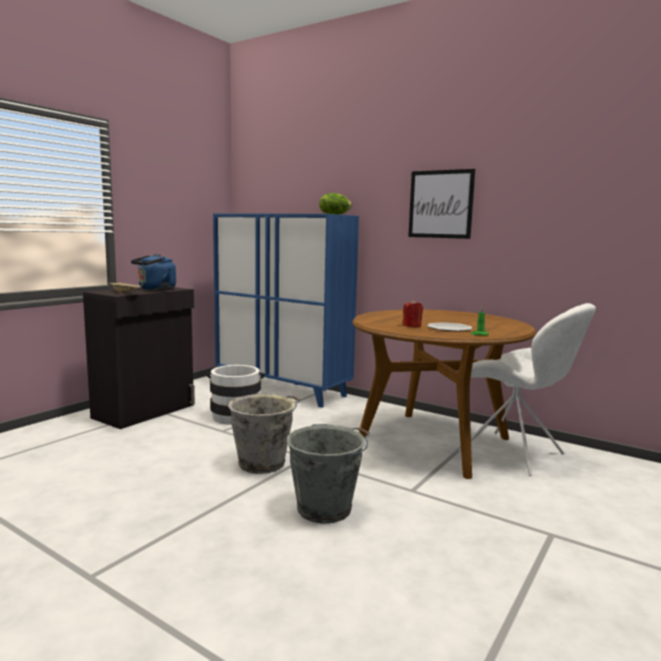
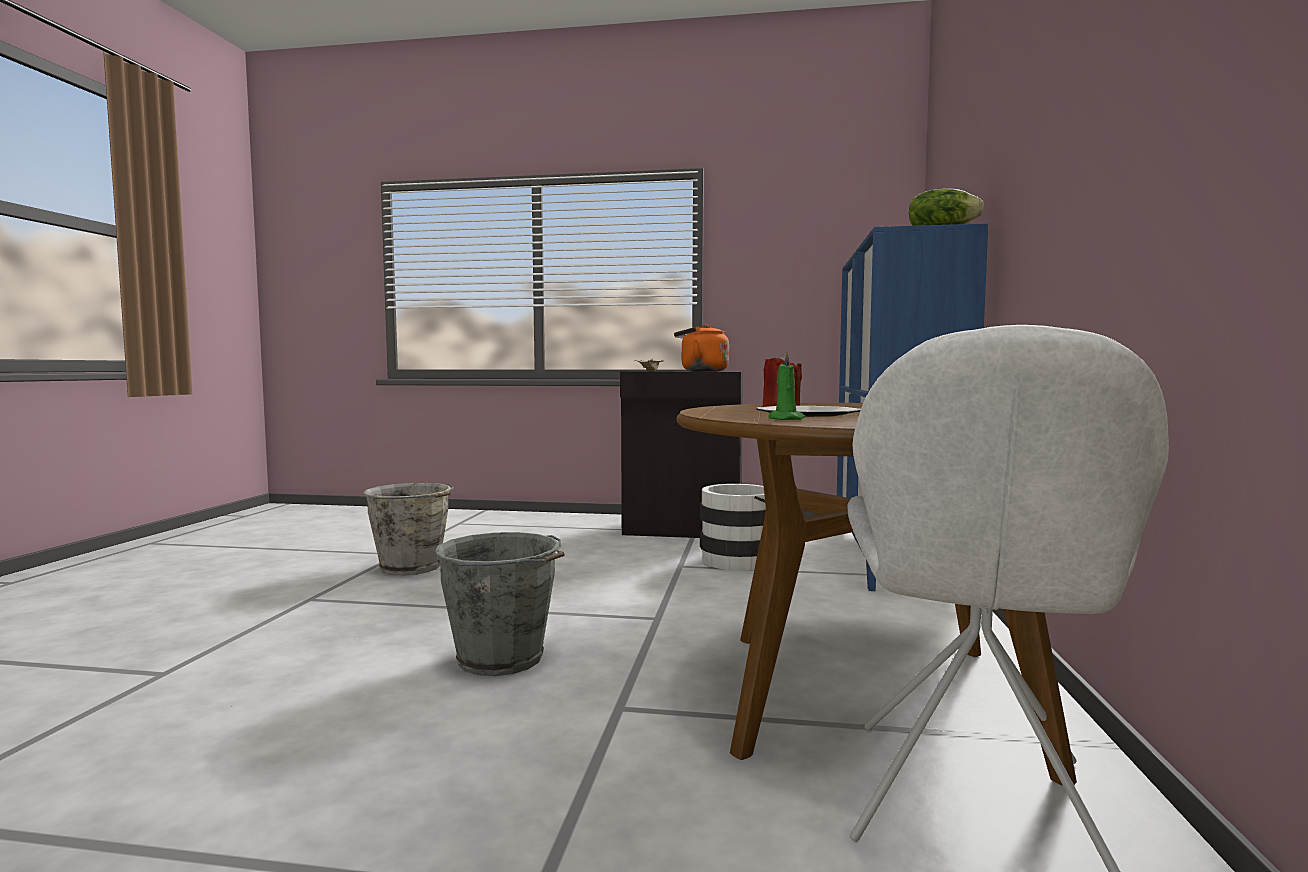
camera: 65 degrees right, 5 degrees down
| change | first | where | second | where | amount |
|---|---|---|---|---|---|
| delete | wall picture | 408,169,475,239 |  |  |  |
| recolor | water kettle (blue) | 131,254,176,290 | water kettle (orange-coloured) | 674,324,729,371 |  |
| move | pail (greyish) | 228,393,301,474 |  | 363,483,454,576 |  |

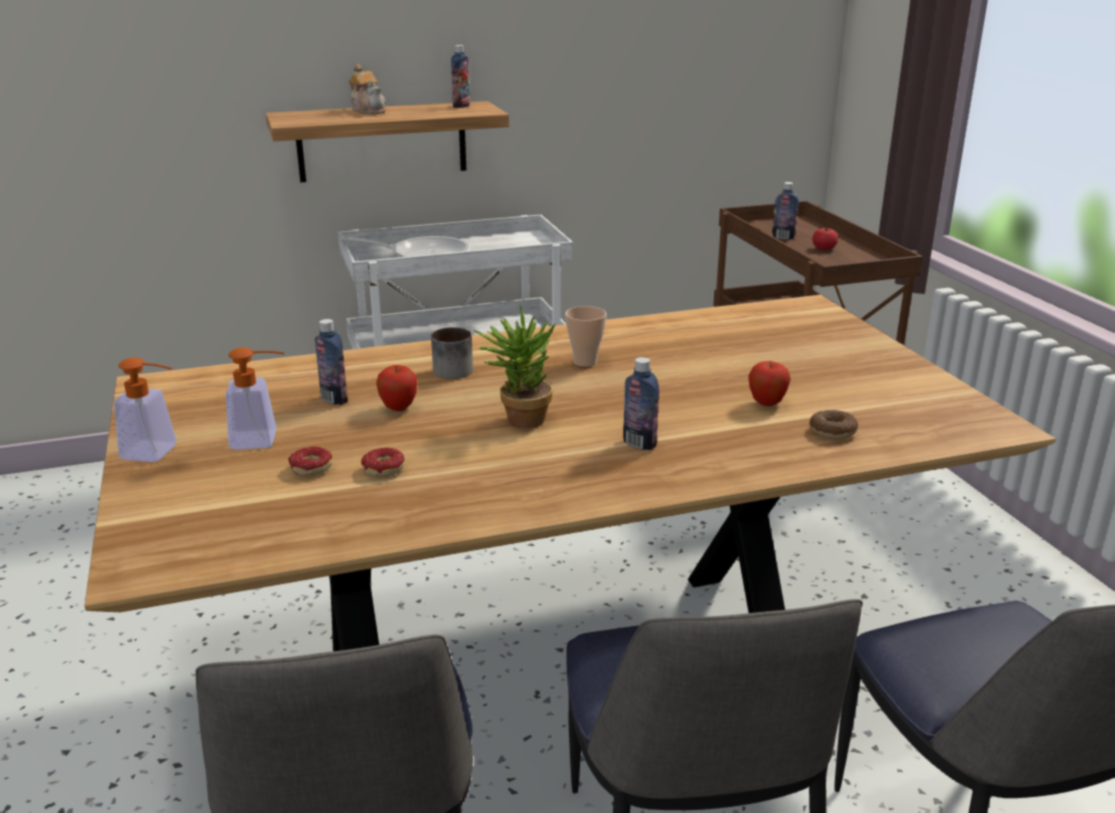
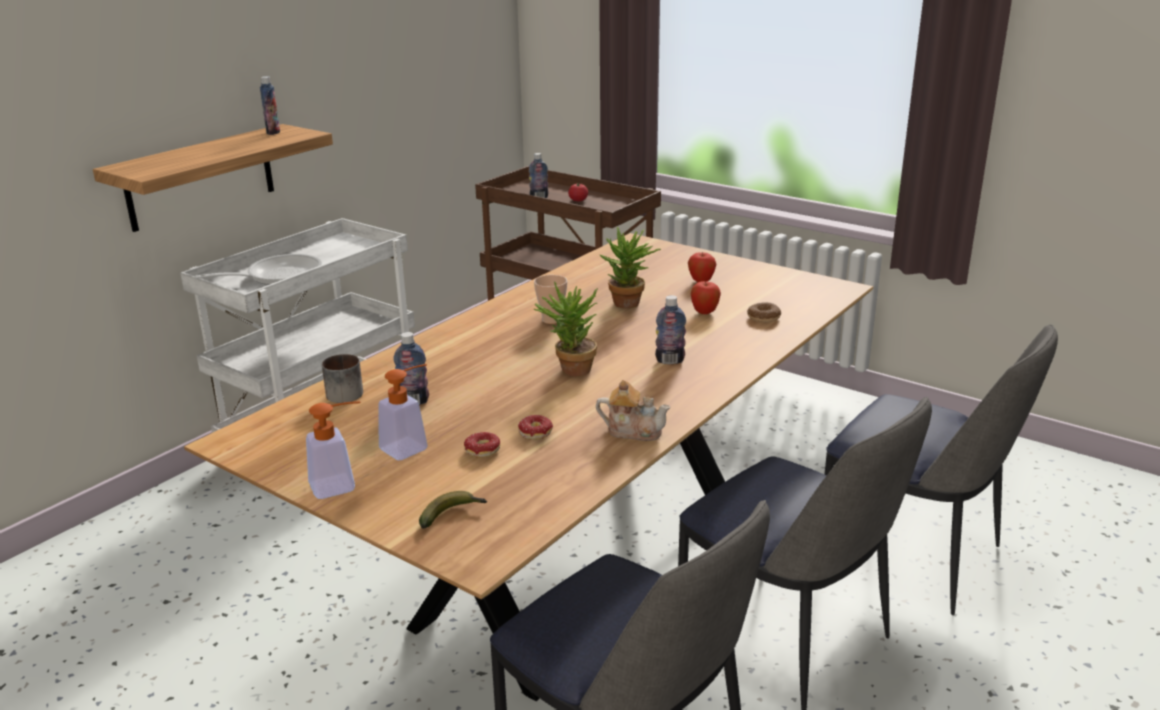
camera: 35 degrees left, 0 degrees up
| change | first | where | second | where | amount |
|---|---|---|---|---|---|
| move | teapot | 348,64,386,115 |  | 596,380,671,441 |  |
| move | mug | 431,327,473,379 |  | 322,354,363,403 |  |
| move | apple fruit | 376,365,417,411 |  | 688,252,716,282 |  |
| insert |  |  | houseplant | 599,227,661,309 |  |
| insert |  |  | banana fruit | 419,491,487,529 |  |

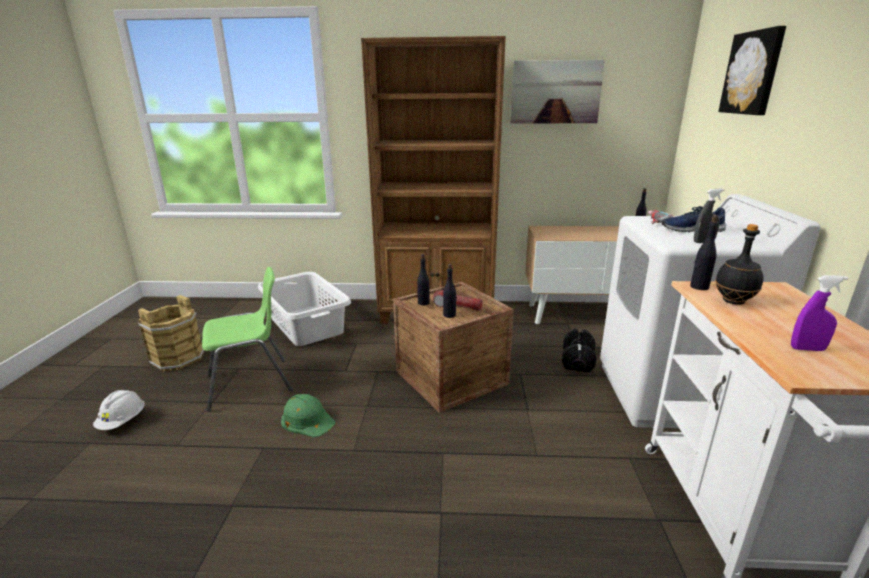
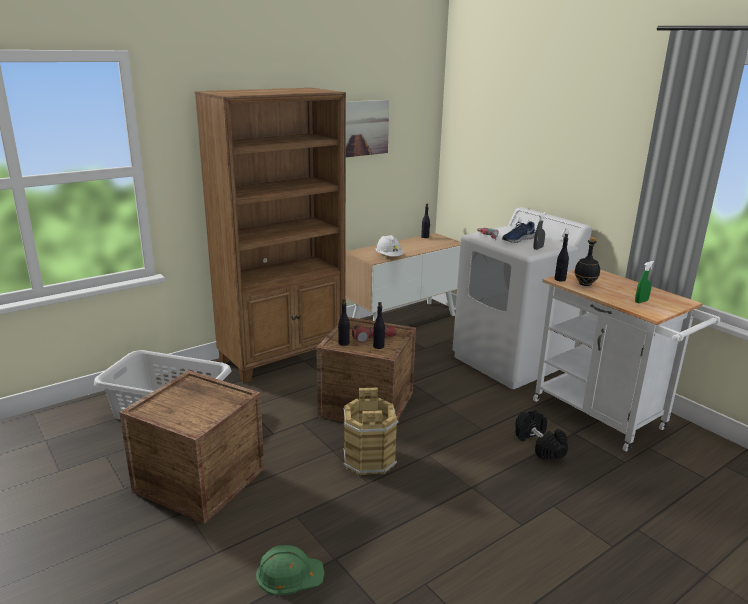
camera: 40 degrees left, 0 degrees up
| change | first | where | second | where | amount |
|---|---|---|---|---|---|
| delete | wall picture | 718,26,786,115 |  |  |  |
| replace | chair (green) | 202,267,293,412 | crate | 119,370,265,524 |  |
| recolor | hand sprayer (purple) | 791,275,848,351 | hand sprayer (green) | 635,261,654,303 |  |
| move | pail (brown) | 138,295,205,371 |  | 343,388,399,476 |  |
| move | hand weight (black) | 562,328,596,372 |  | 515,410,568,460 |  |
| move | hard hat (white) | 93,390,145,430 |  | 375,235,403,256 |  |
| move | hard hat (green) | 281,394,335,437 |  | 256,545,325,596 |  |

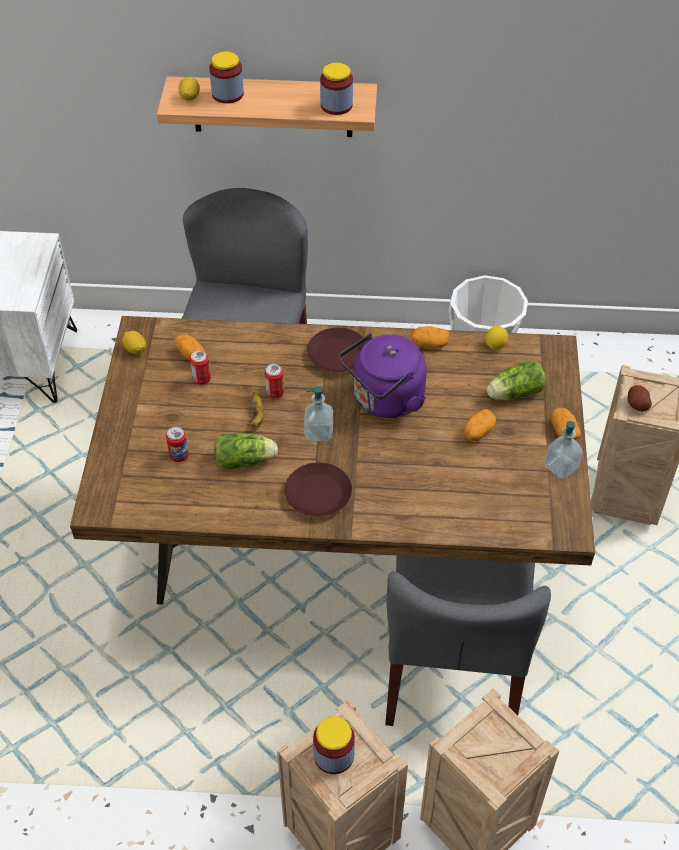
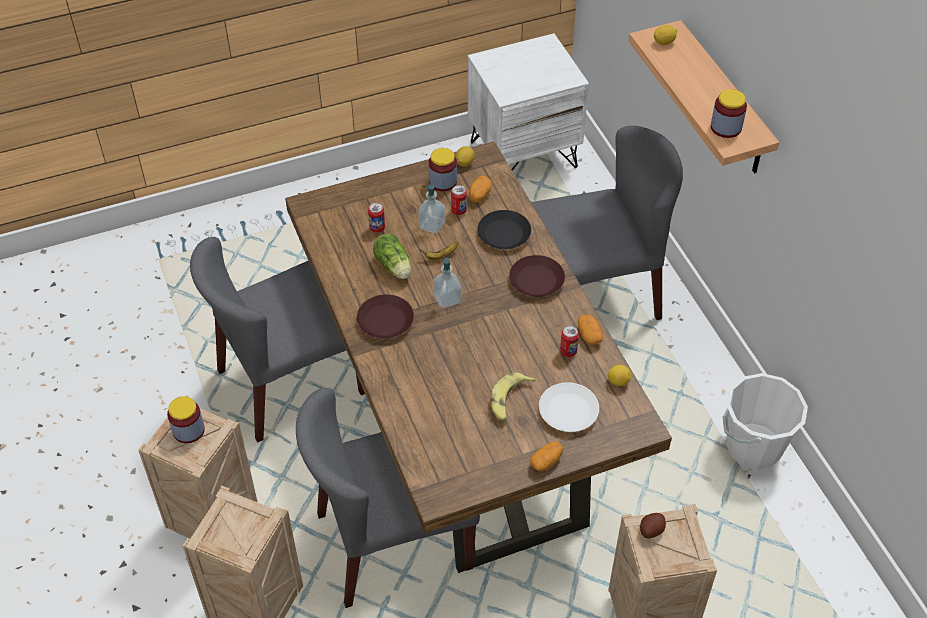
camera: 65 degrees right, 0 degrees up
| change | first | where | second | where | amount |
|---|---|---|---|---|---|
| move | preserve jar | 209,52,244,104 |  | 428,148,457,191 |  |
| delete | water kettle (purple) | 339,333,427,418 |  |  |  |
| replace | head of lettuce | 487,361,546,400 | dinner plate (white) | 539,382,599,432 |  |
| move | metal can | 264,364,284,399 |  | 560,326,579,357 |  |
| replace | spud | 464,409,496,441 | banana fruit | 491,373,535,423 |  |
| move | soap dispenser | 544,421,583,479 |  | 418,184,445,233 |  |
| insert |  |  | dinner plate (black) | 477,210,531,249 |  |
| insert |  |  | chair (greyish) | 190,237,365,442 |  |

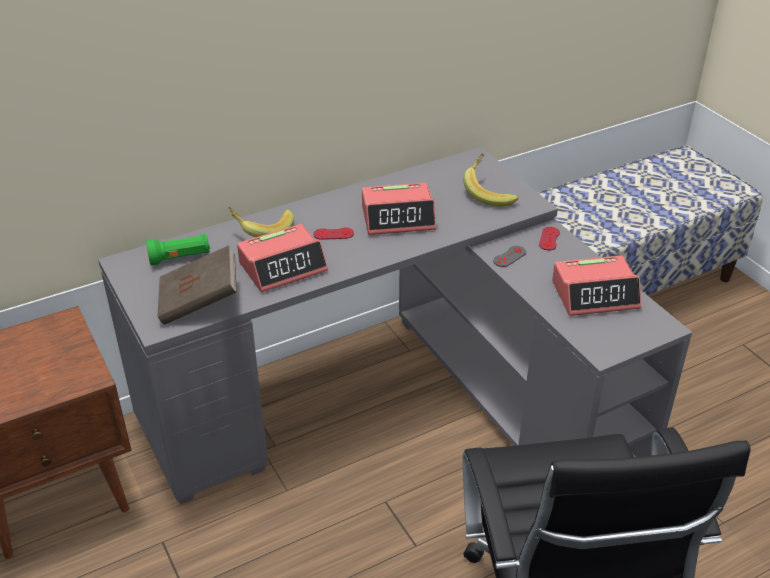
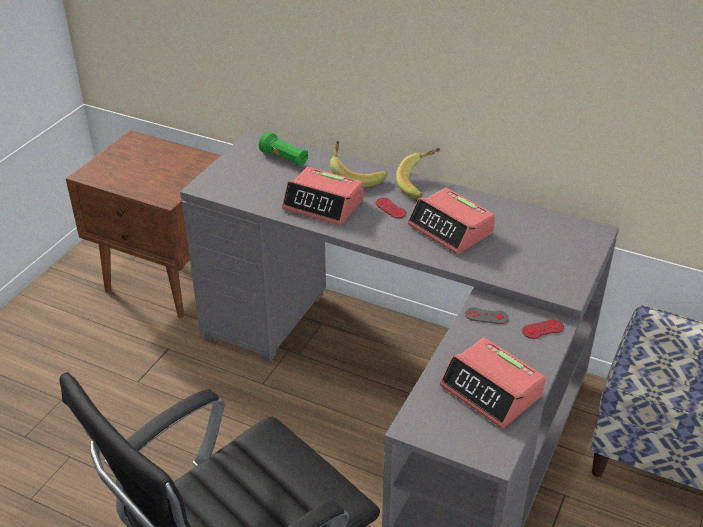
camera: 55 degrees right, 0 degrees up
| change | first | where | second | where | amount |
|---|---|---|---|---|---|
| move | banana fruit | 463,153,519,207 |  | 396,148,440,199 |  |
| delete | bound book (brown) | 157,245,237,325 |  |  |  |

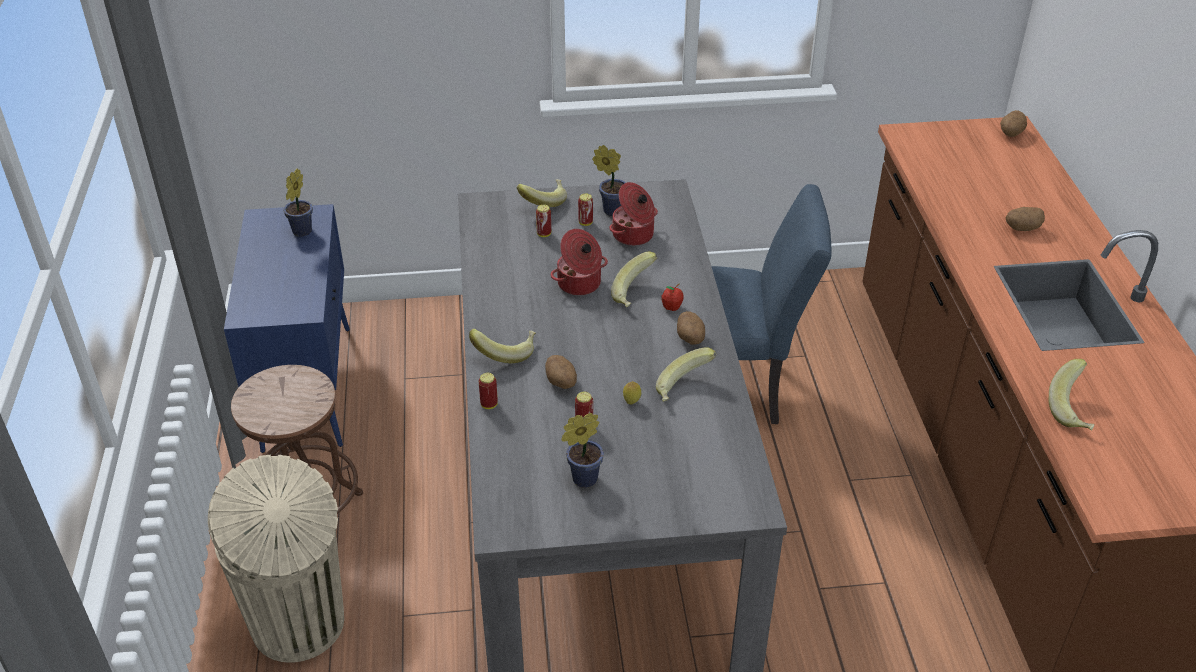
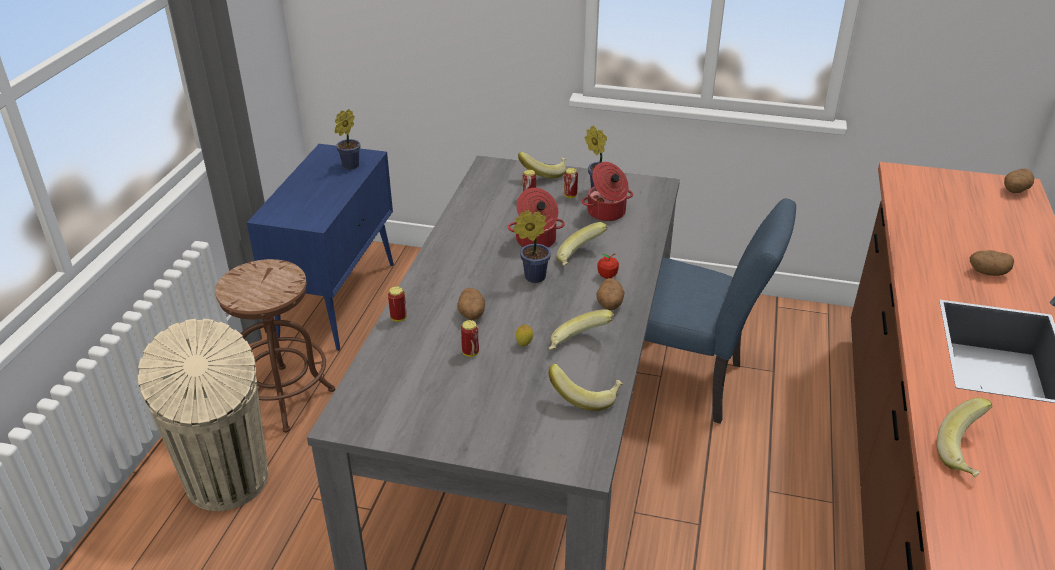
camera: 20 degrees right, 5 degrees down
| change | first | where | second | where | amount |
|---|---|---|---|---|---|
| move | banana fruit | 469,329,536,363 |  | 548,364,623,411 |  |
| move | houseplant | 562,413,604,488 |  | 513,210,551,283 |  |

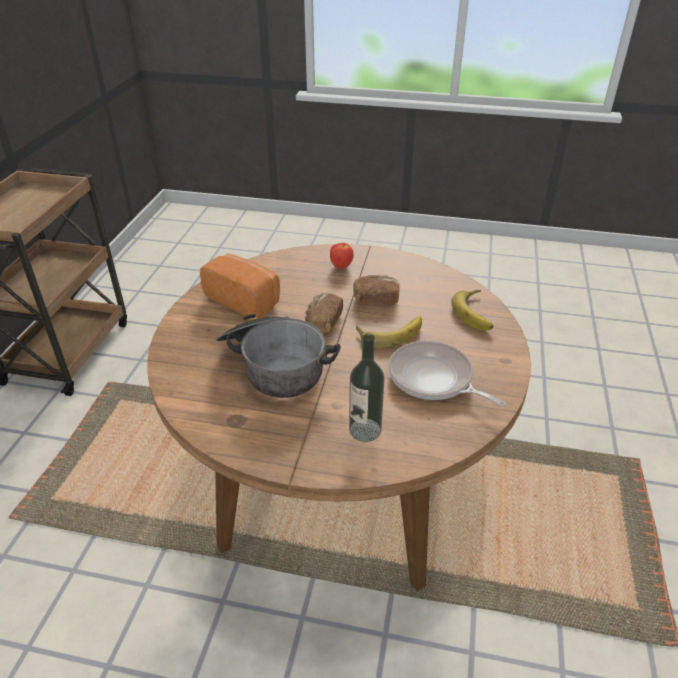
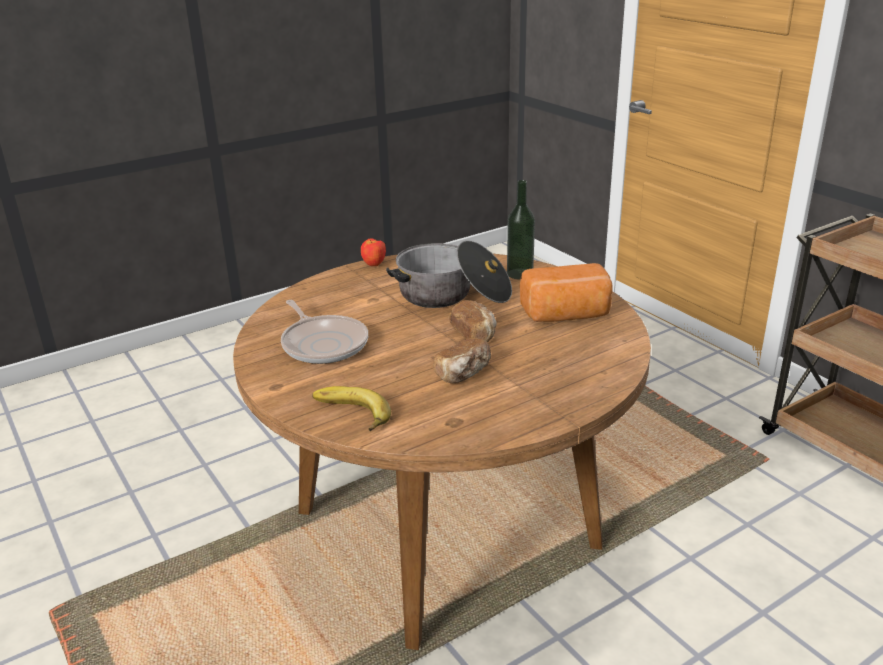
camera: 135 degrees right, 10 degrees down
| change | first | where | second | where | amount |
|---|---|---|---|---|---|
| move | apple fruit | 330,243,353,268 |  | 361,238,386,266 |  |
| delete | banana fruit | 356,316,422,348 |  |  |  |
| move | drink bottle | 349,334,385,442 |  | 507,180,535,280 |  |
| rotate | pan | 389,341,506,407 |  | 281,300,368,364 | 60 degrees clockwise |

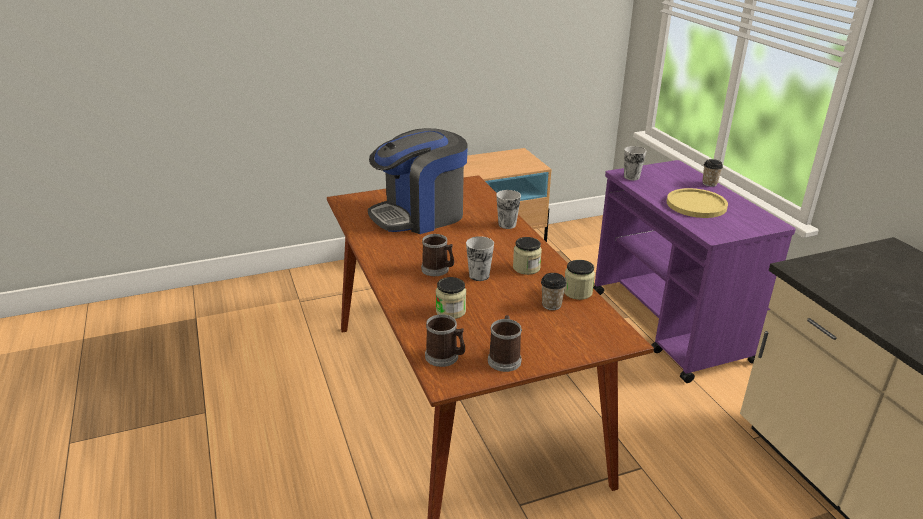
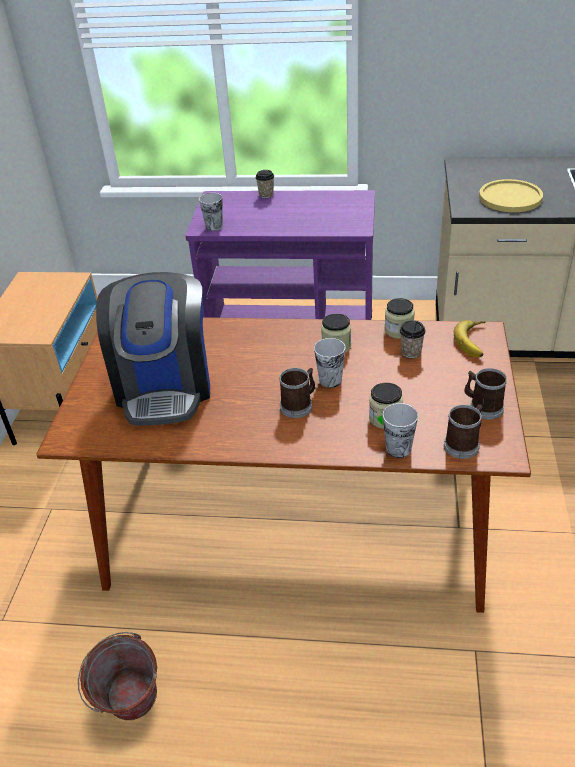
camera: 60 degrees left, 10 degrees up
| change | first | where | second | where | amount |
|---|---|---|---|---|---|
| move | dinner plate (yellow-coloured) | 667,188,728,218 |  | 479,179,543,212 |  |
| move | small cup | 496,190,521,229 |  | 383,403,418,458 |  |
| insert |  |  | banana fruit | 454,320,486,357 |  |
| insert |  |  | pail | 78,632,157,720 |  |

